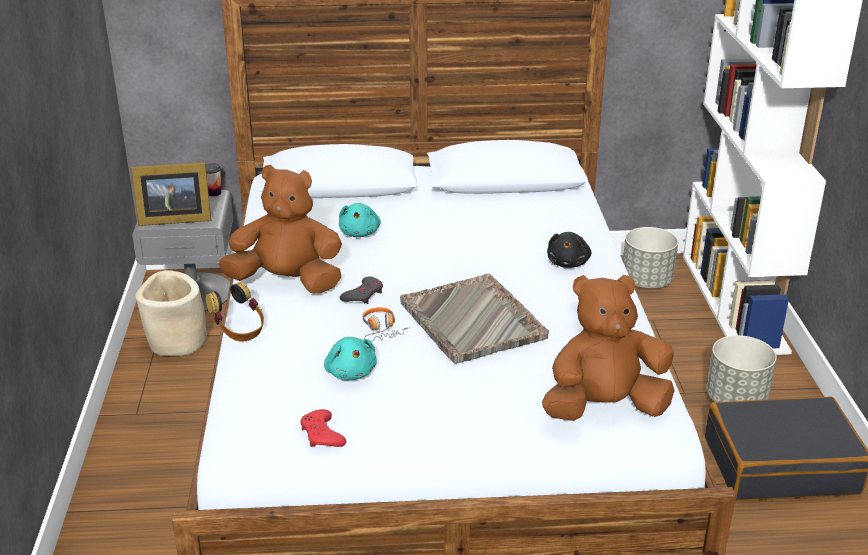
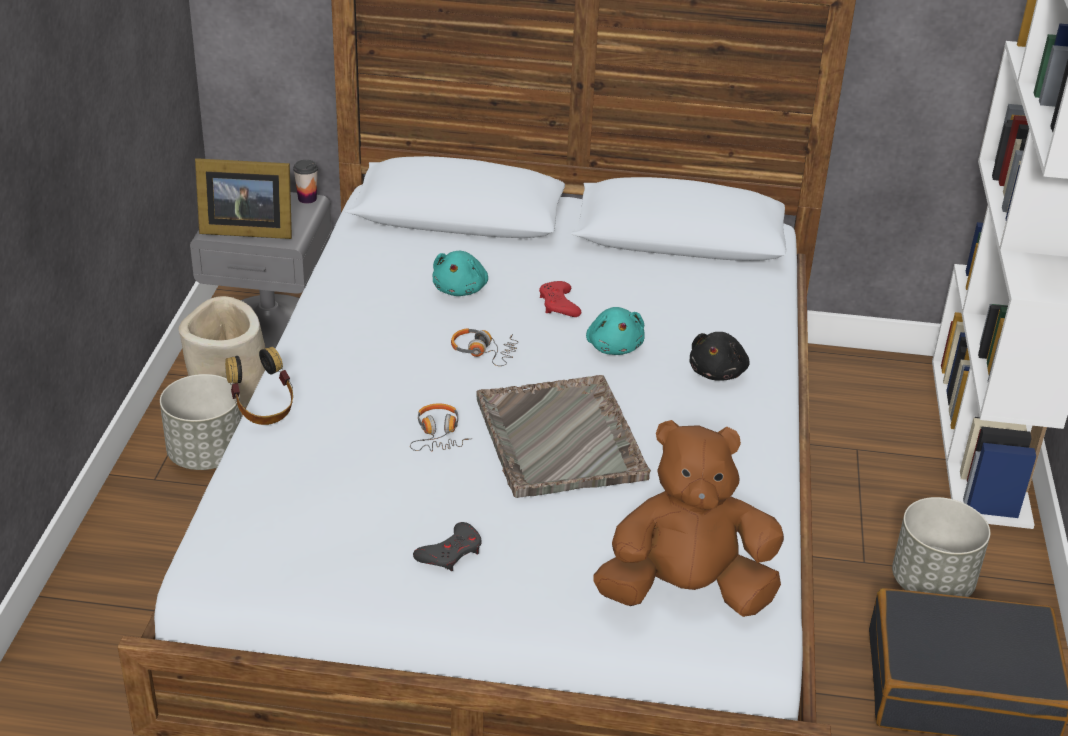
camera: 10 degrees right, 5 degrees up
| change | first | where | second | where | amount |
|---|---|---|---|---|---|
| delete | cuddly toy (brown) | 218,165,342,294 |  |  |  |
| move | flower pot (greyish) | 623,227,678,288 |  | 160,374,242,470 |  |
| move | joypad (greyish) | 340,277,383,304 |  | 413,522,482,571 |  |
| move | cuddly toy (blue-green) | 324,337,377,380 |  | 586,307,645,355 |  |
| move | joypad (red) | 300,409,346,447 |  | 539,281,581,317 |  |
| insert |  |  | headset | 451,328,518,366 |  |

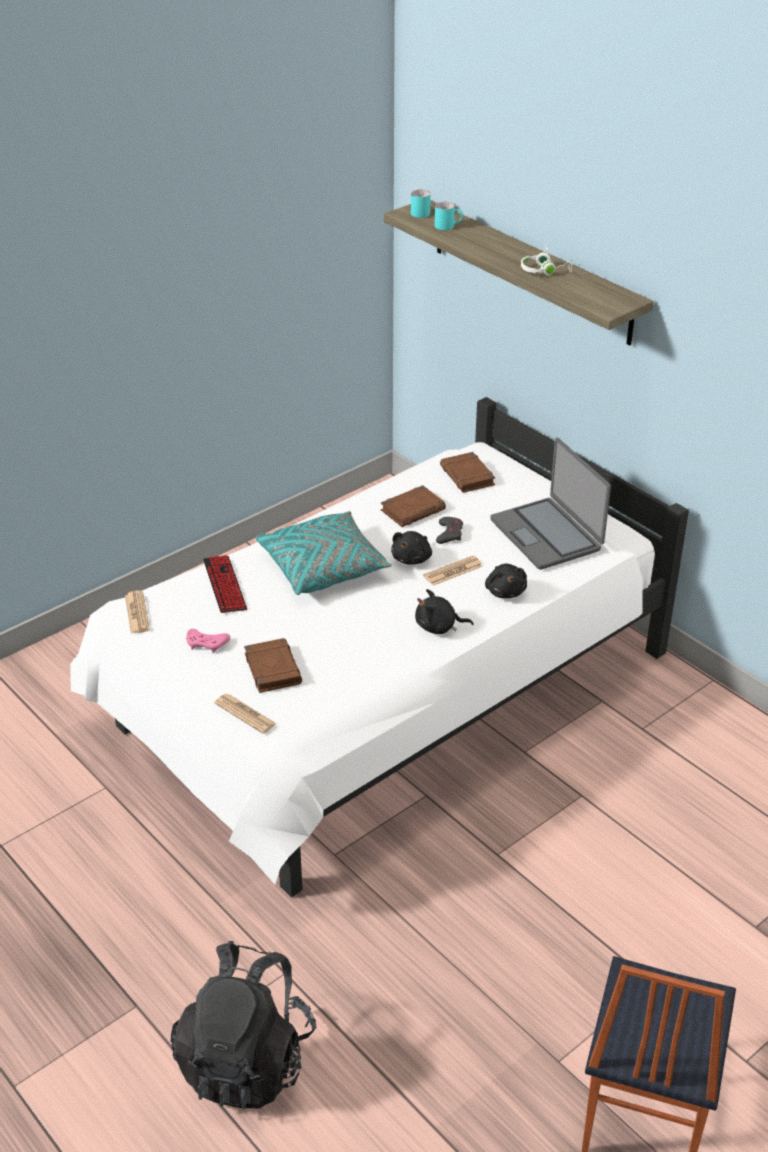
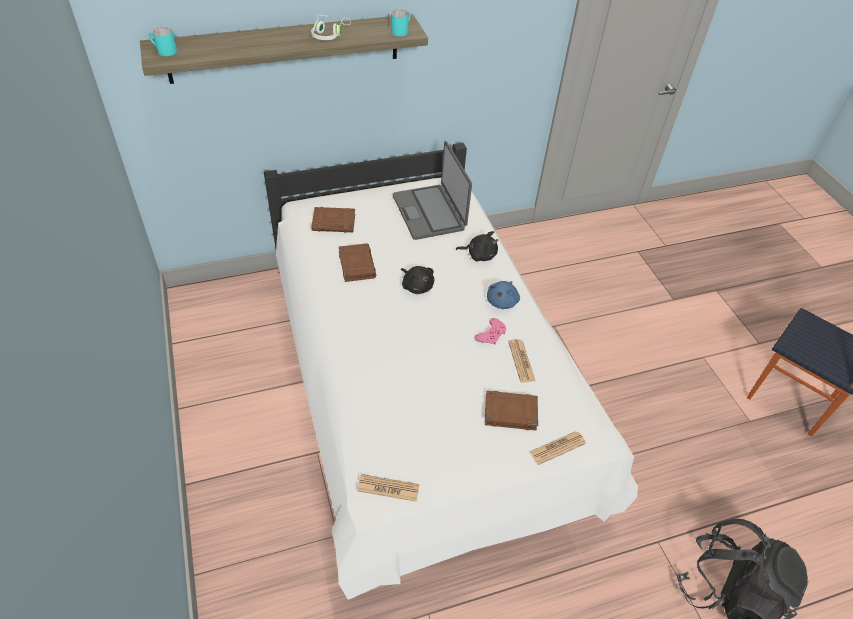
camera: 70 degrees left, 10 degrees up
| change | first | where | second | where | amount |
|---|---|---|---|---|---|
| move | mug (blue-green) | 435,202,463,230 |  | 391,9,410,37 |  |
| rotate | notebook computer | 490,438,611,570 |  | 393,141,472,240 | 75 degrees clockwise |
| delete | pillow (blue-green) | 255,511,392,595 |  |  |  |
| delete | joypad (greyish) | 436,517,463,544 |  |  |  |
| delete | computer keyboard | 203,555,247,613 |  |  |  |
| move | newspaper | 423,555,483,586 |  | 508,339,535,383 |  |
| recolor | cuddly toy (black) | 415,589,473,634 | cuddly toy (blue) | 487,281,520,309 |  |
| move | joypad (pink) | 186,629,230,653 |  | 475,318,506,345 |  |

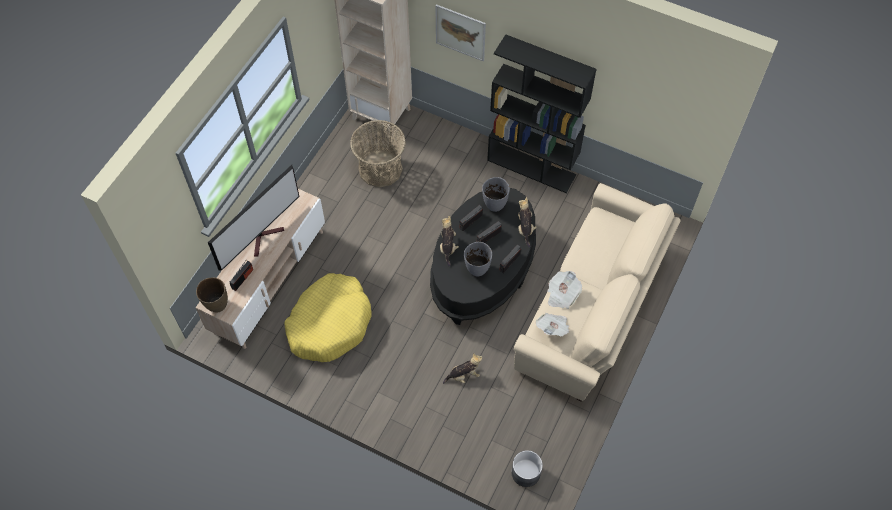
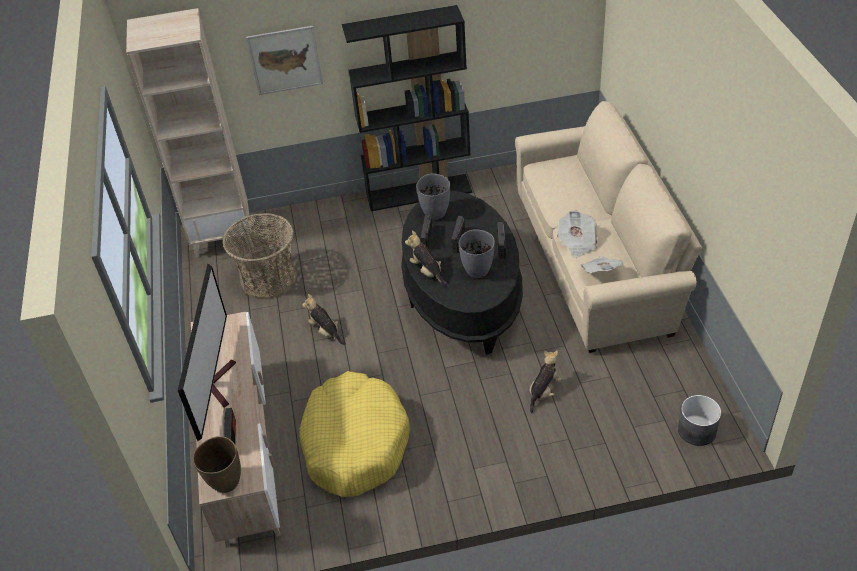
camera: 35 degrees left, 15 degrees down
| change | first | where | second | where | amount |
|---|---|---|---|---|---|
| move | cuddly toy | 518,197,537,248 |  | 302,294,346,345 |  |

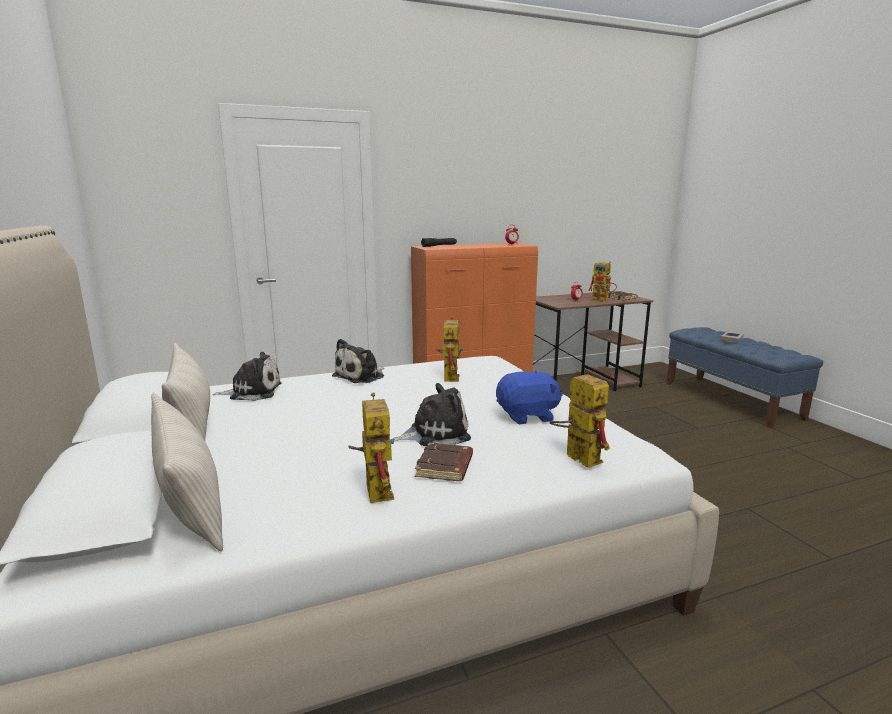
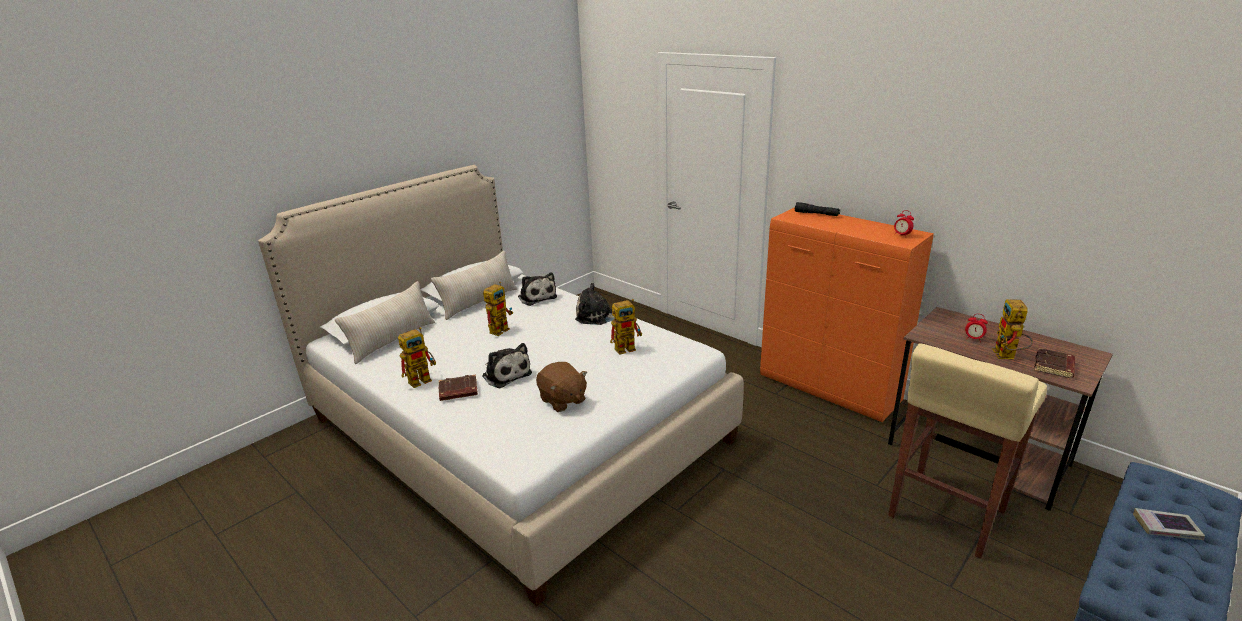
camera: 65 degrees right, 10 degrees up
| change | first | where | second | where | amount |
|---|---|---|---|---|---|
| move | robot figure | 549,369,610,468 |  | 483,282,513,336 |  |
| recolor | cuddly toy (blue) | 496,370,563,424 | cuddly toy (brown) | 536,362,587,412 |  |
| insert |  |  | stool (sand-coloured) | 888,343,1047,559 |  |

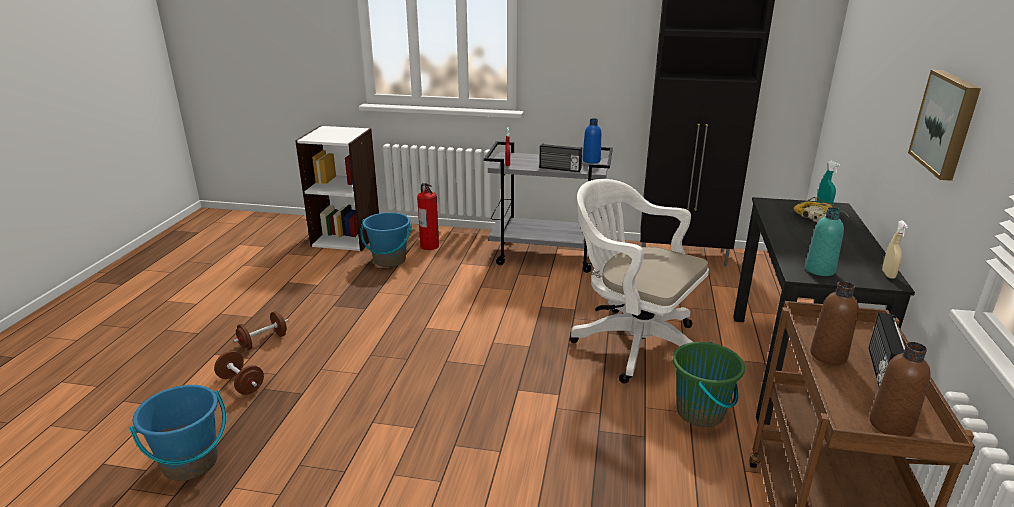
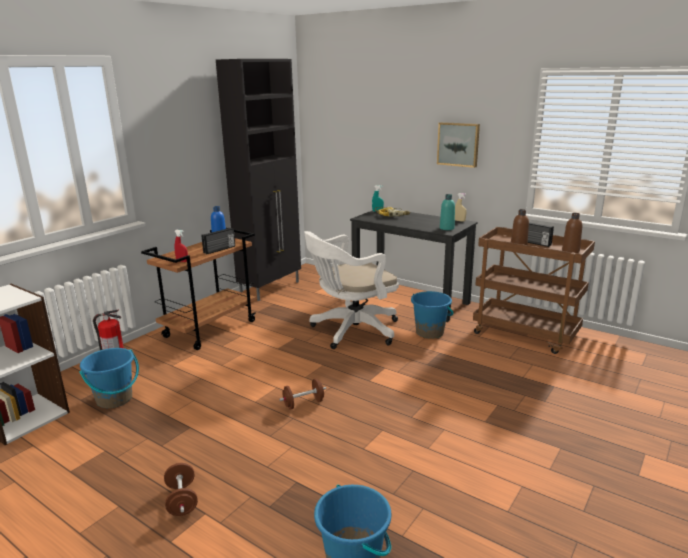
camera: 65 degrees left, 5 degrees down
| change | first | where | second | where | amount |
|---|---|---|---|---|---|
| recolor | cart (greyish) | 484,141,613,273 | cart (brown) | 141,228,256,350 |  |
| recolor | pail (green) | 673,342,745,427 | pail (blue) | 411,291,453,339 |  |
| move | hand weight (brown) | 214,351,264,395 |  | 279,379,326,410 |  |

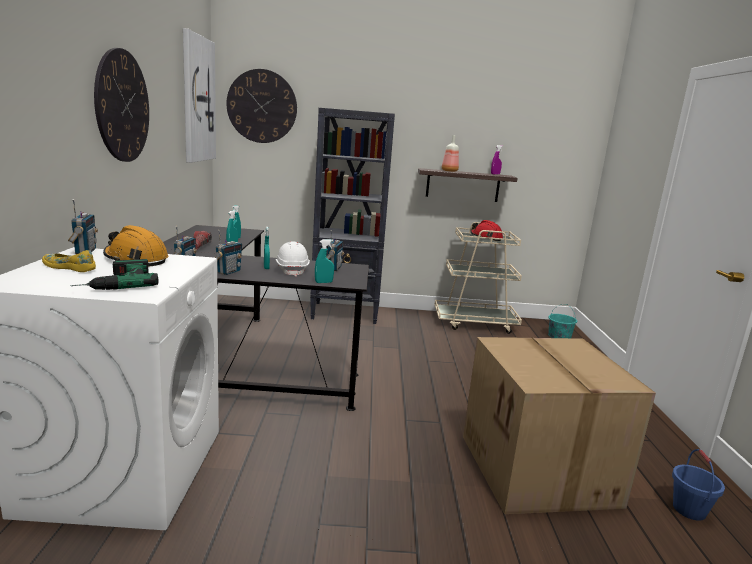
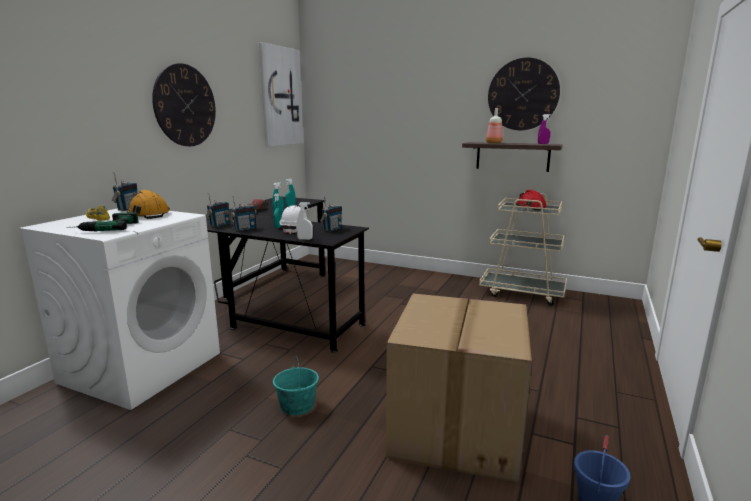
camera: 25 degrees right, 0 degrees up
| change | first | where | second | where | amount |
|---|---|---|---|---|---|
| move | clock on the wall | 226,69,297,143 |  | 488,57,560,130 |  |
| delete | bookshelf (black) | 310,108,395,324 |  |  |  |
| recolor | hand sprayer (blue-green) | 315,239,334,283 | hand sprayer (white) | 296,202,313,240 |  |
| move | pail (blue-green) | 548,304,577,338 |  | 273,356,319,415 |  |

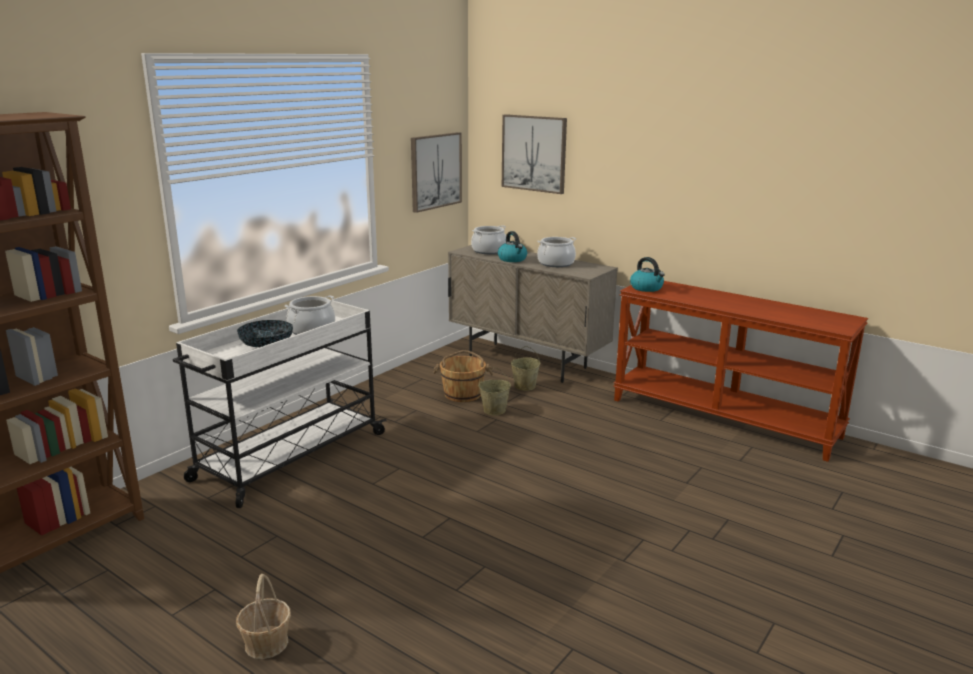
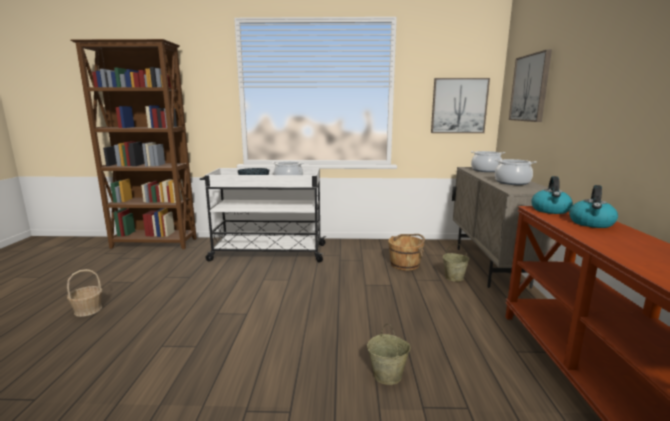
camera: 55 degrees right, 5 degrees down
| change | first | where | second | where | amount |
|---|---|---|---|---|---|
| move | water kettle | 498,231,527,262 |  | 569,185,618,228 |  |
| move | pail (sand-coloured) | 479,367,511,415 |  | 367,324,411,385 |  |

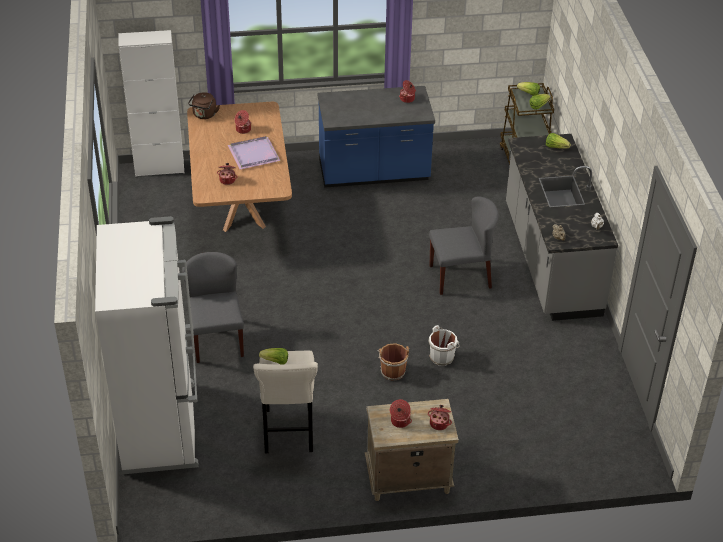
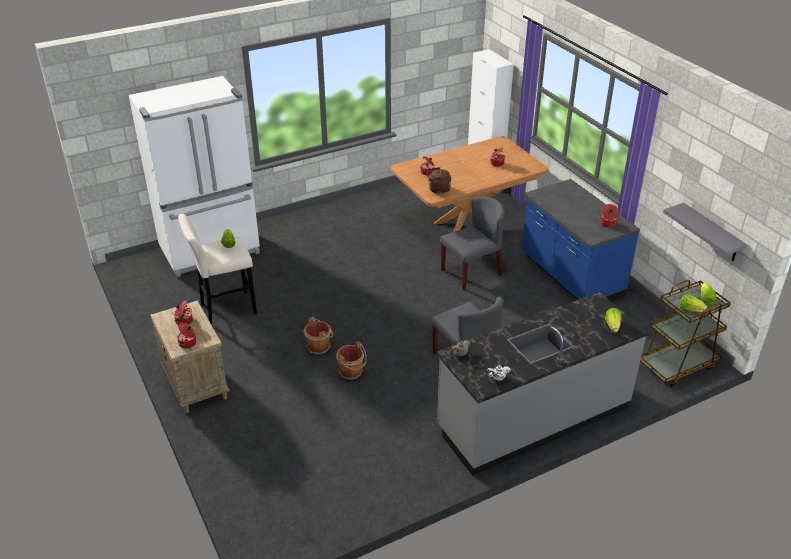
camera: 70 degrees right, 5 degrees down
| change | first | where | second | where | amount |
|---|---|---|---|---|---|
| move | water kettle (brown) | 188,92,220,119 |  | 427,167,451,194 |  |
| delete | tray (purple) | 228,136,281,169 |  |  |  |
| move | chair (greyish) | 182,252,244,363 |  | 440,196,505,290 |  |
| recolor | pail (white) | 428,325,460,366 | pail (brown) | 336,341,366,380 |  |
| insert |  |  | wall shelf (greyish) | 663,203,747,261 |  |

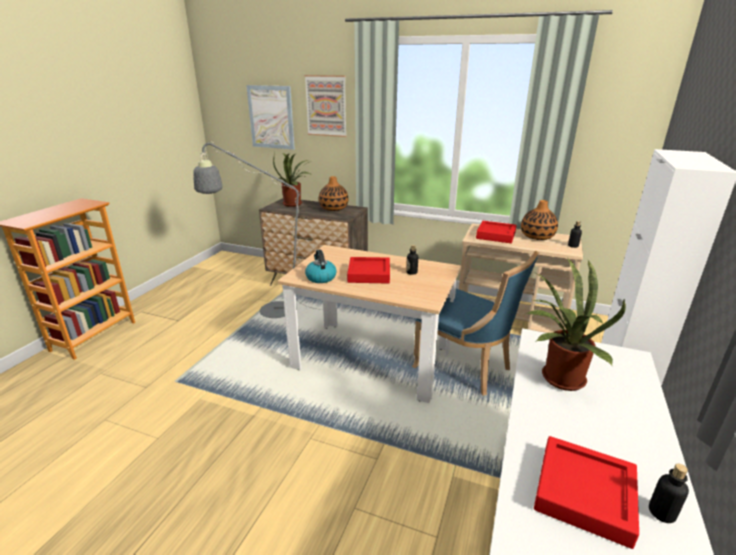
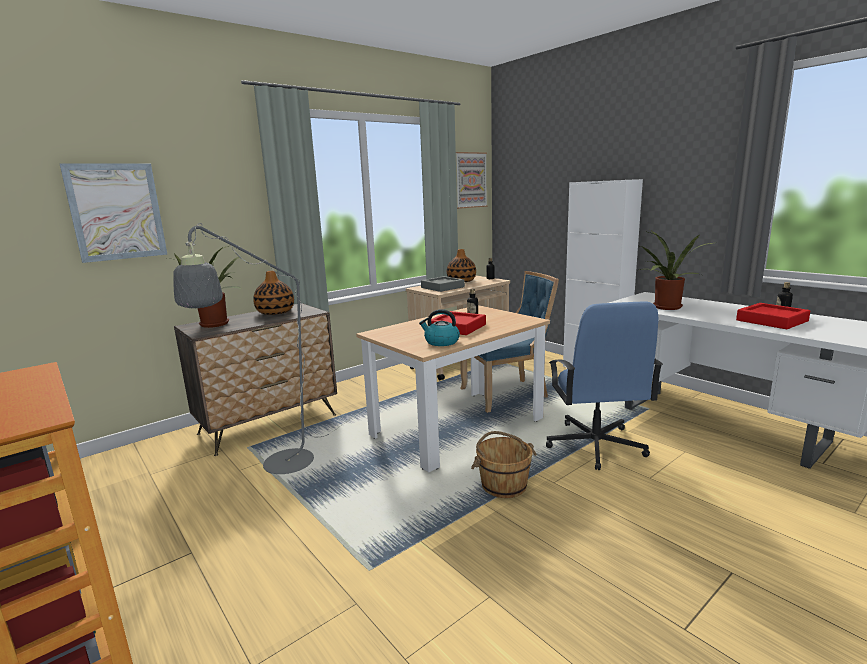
camera: 60 degrees left, 10 degrees down
| change | first | where | second | where | amount |
|---|---|---|---|---|---|
| move | wall picture | 305,75,347,137 |  | 456,152,487,209 |  |
| recolor | tray (red) | 476,221,516,243 | tray (greyish) | 421,276,465,292 |  |
| insert |  |  | desk chair (blue) | 546,302,663,470 |  |
| insert |  |  | pail (brown) | 471,431,537,498 |  |

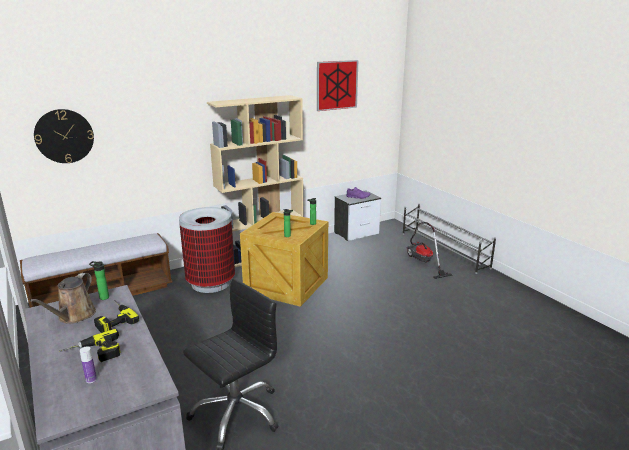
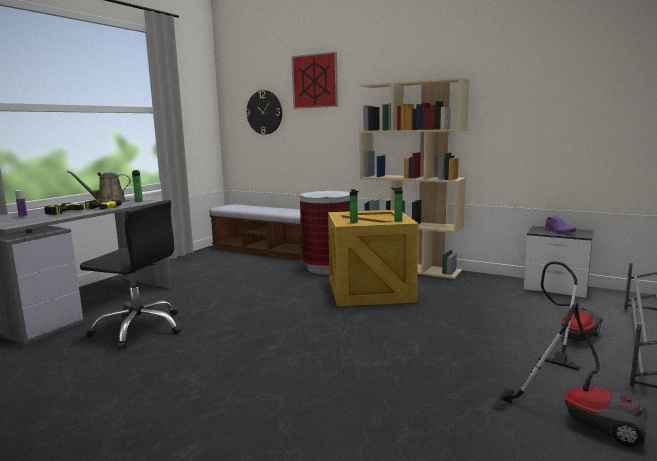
camera: 60 degrees right, 10 degrees down
| change | first | where | second | where | amount |
|---|---|---|---|---|---|
| move | wall picture | 317,60,358,111 |  | 291,52,338,109 |  |
| insert |  |  | vacuum | 493,302,647,447 |  |

